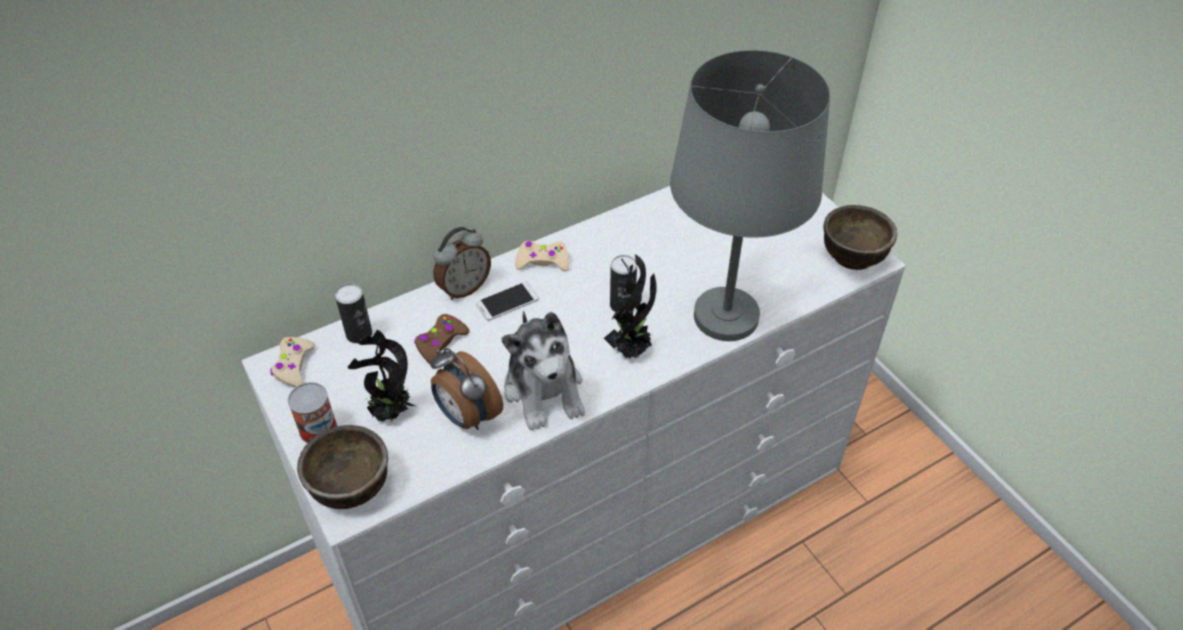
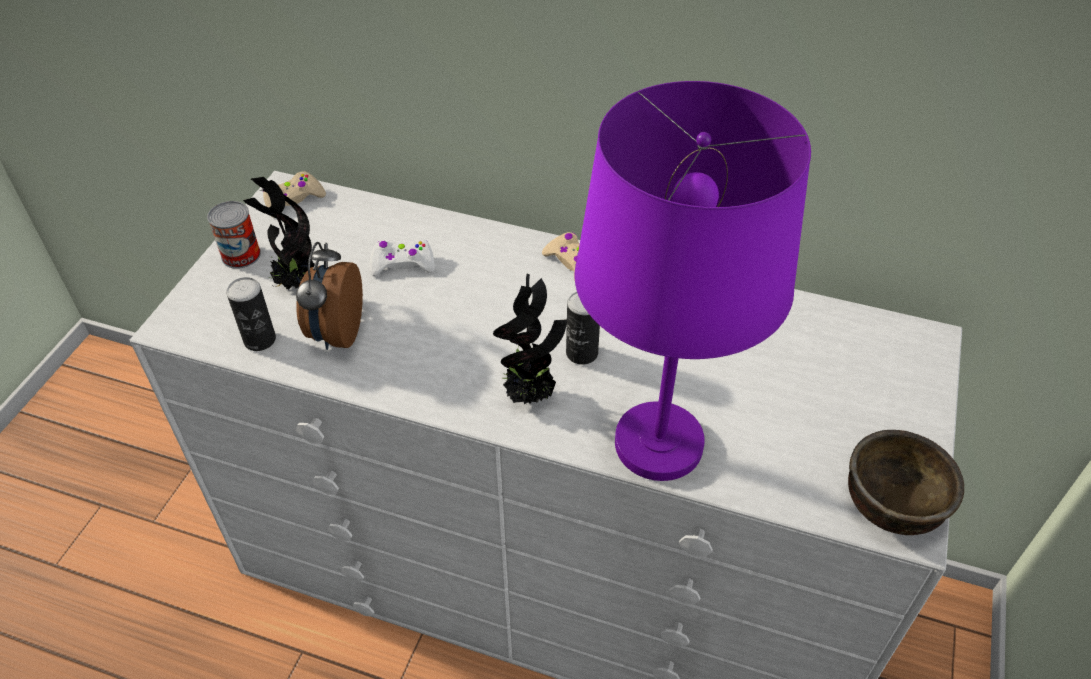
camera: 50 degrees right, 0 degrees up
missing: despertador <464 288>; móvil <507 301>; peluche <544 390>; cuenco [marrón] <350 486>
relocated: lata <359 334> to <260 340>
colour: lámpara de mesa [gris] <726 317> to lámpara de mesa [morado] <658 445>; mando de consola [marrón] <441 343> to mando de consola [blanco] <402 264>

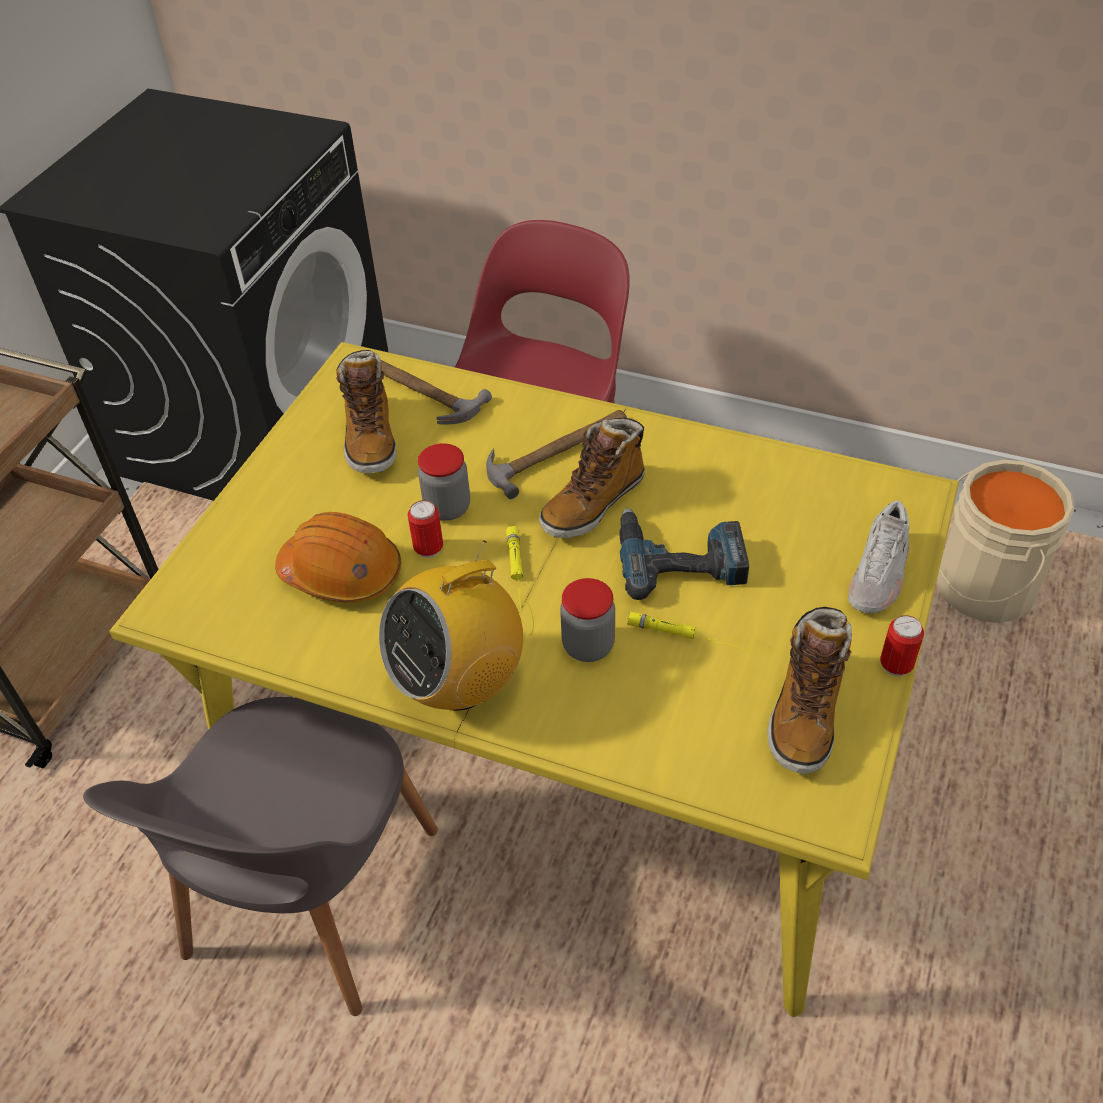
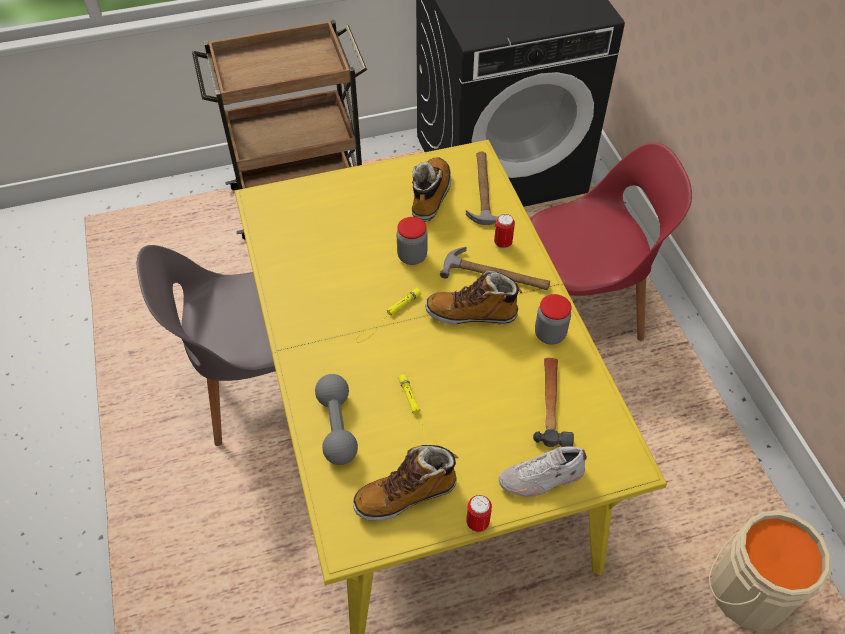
camera: 50 degrees right, 5 degrees up
missing: taladro <679 558>; casco [naranja] <342 573>; radio <459 682>
appeared: martillo <552 404>; mancuerna [gris] <337 427>
relocated: lata <428 549> to <503 243>; tarro <588 646> to <550 334>
spun: bota <370 438> = <430 196> 150 degrees clockwise

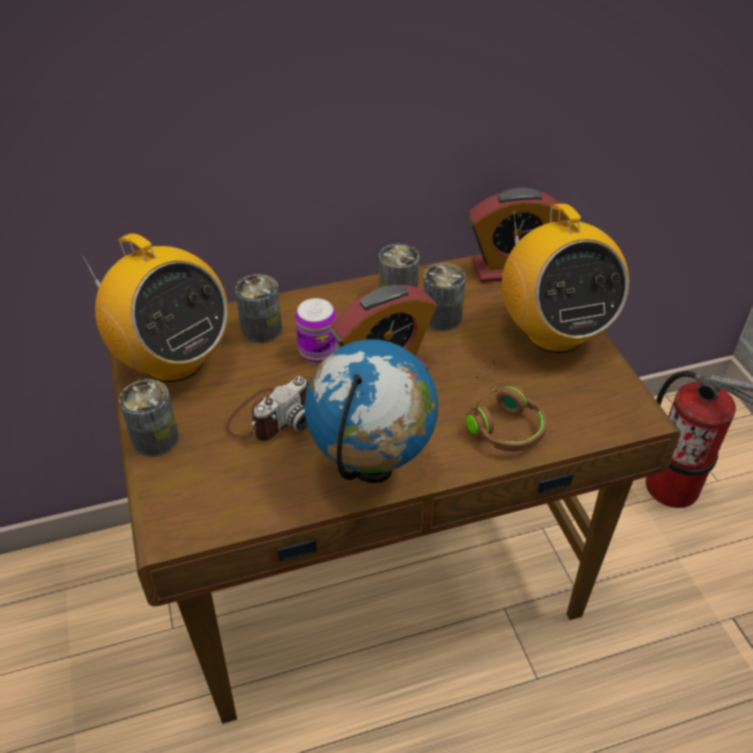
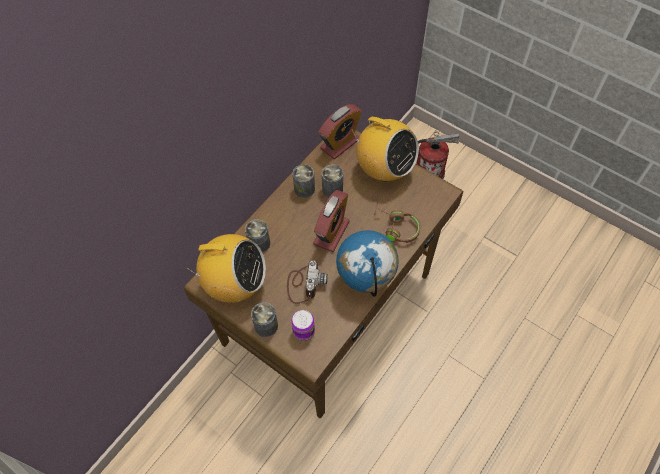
camera: 35 degrees left, 15 degrees up
relocated: lata <318 352> to <303 331>

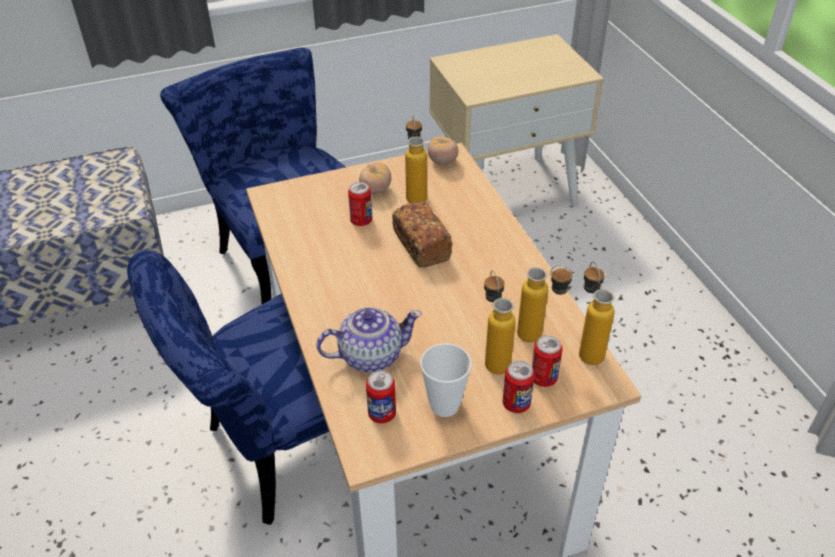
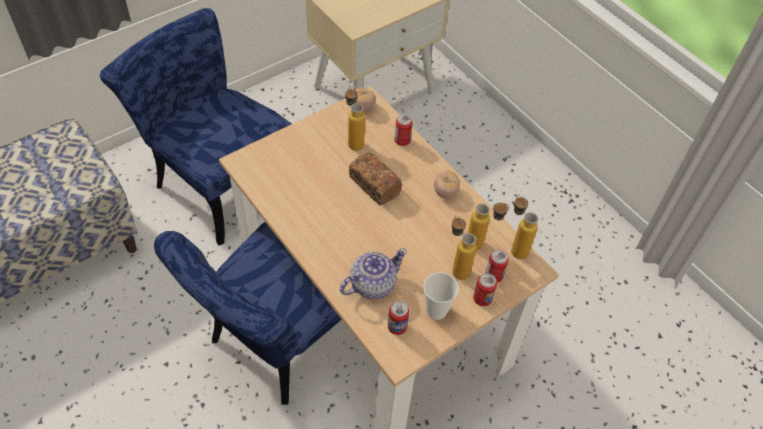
camera: 20 degrees left, 10 degrees up
relocated: tomate <375 190> to <445 192>; lata <361 221> to <402 141>

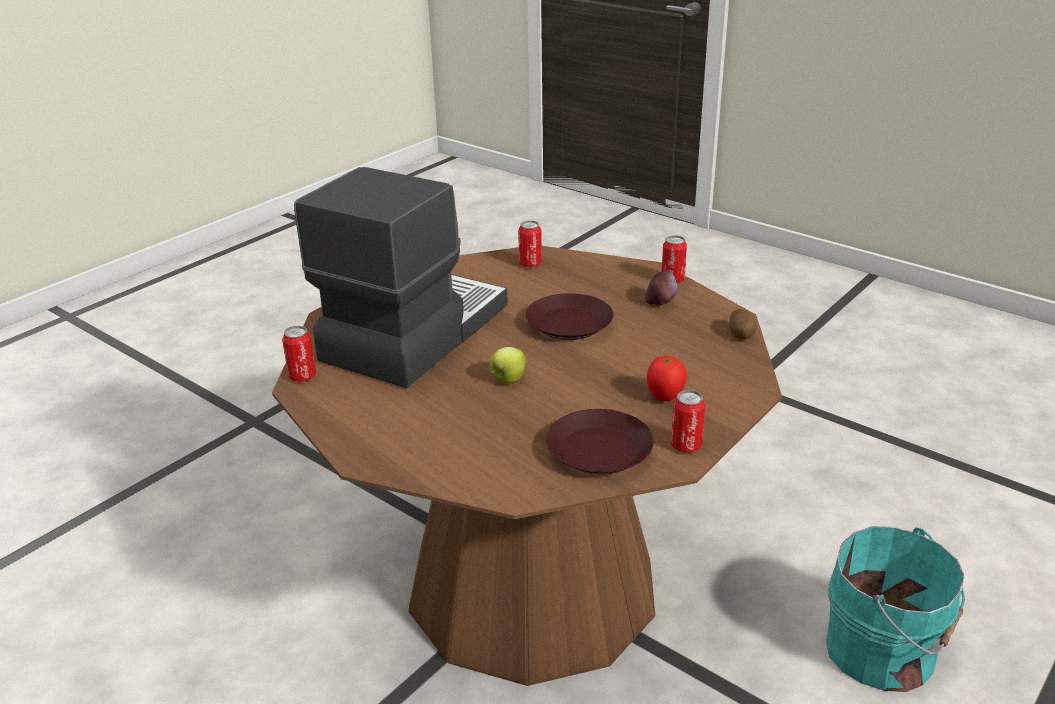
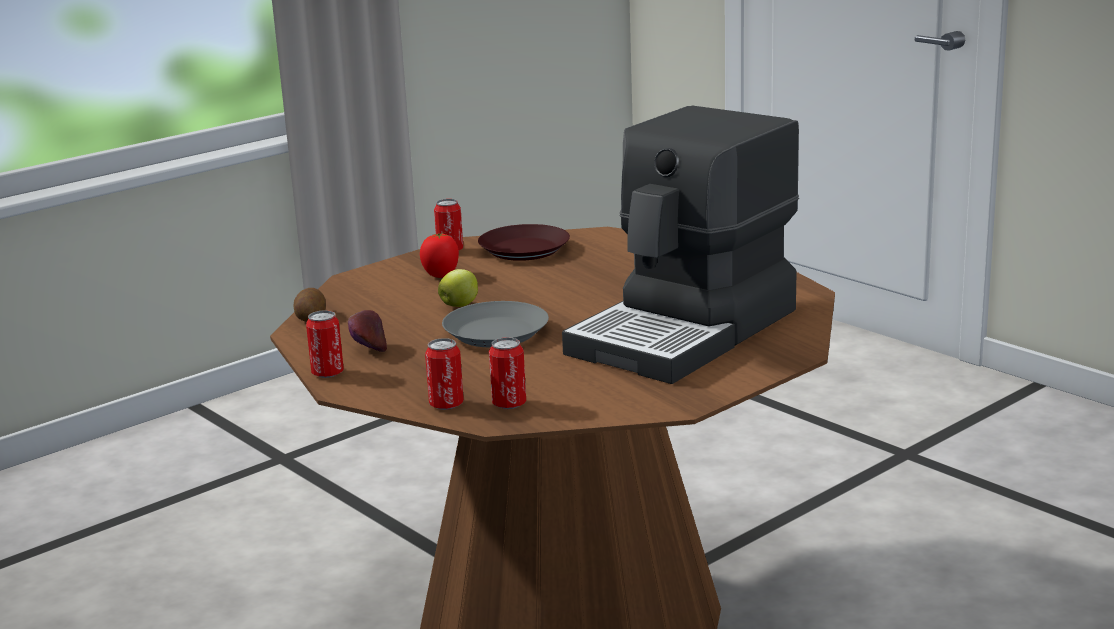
camera: 170 degrees left, 10 degrees down
missing: cubo [turquesa] <885 652>
relocated: lata <302 377> to <446 405>; manzana <508 380> to <460 305>
colour: plato [marrón] <568 323> to plato [gris] <496 333>

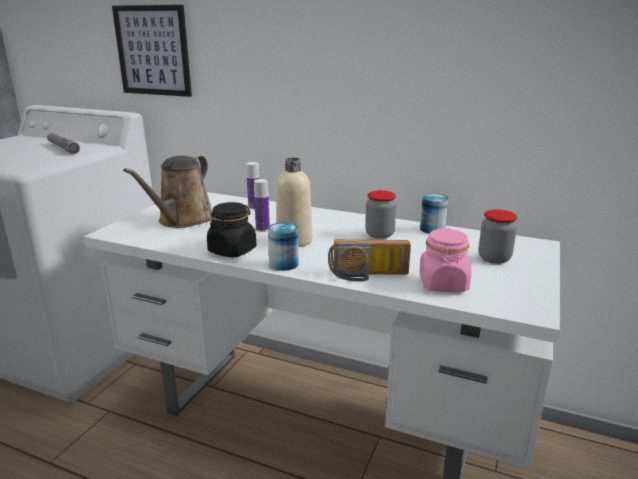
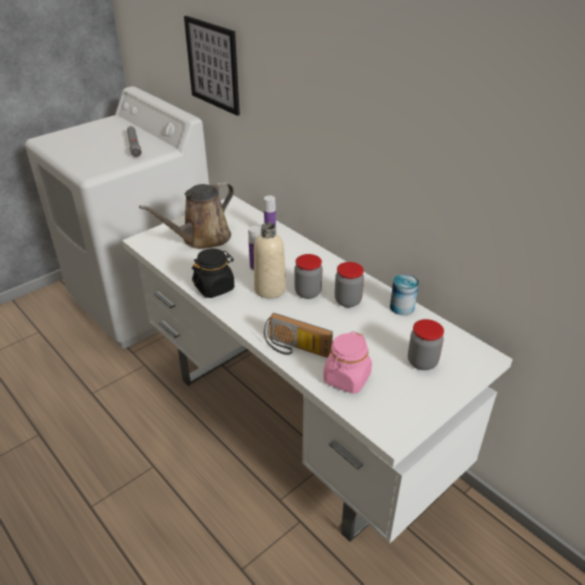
camera: 25 degrees right, 15 degrees up
missing: lata <284 264>
appeared: tarro <308 292>

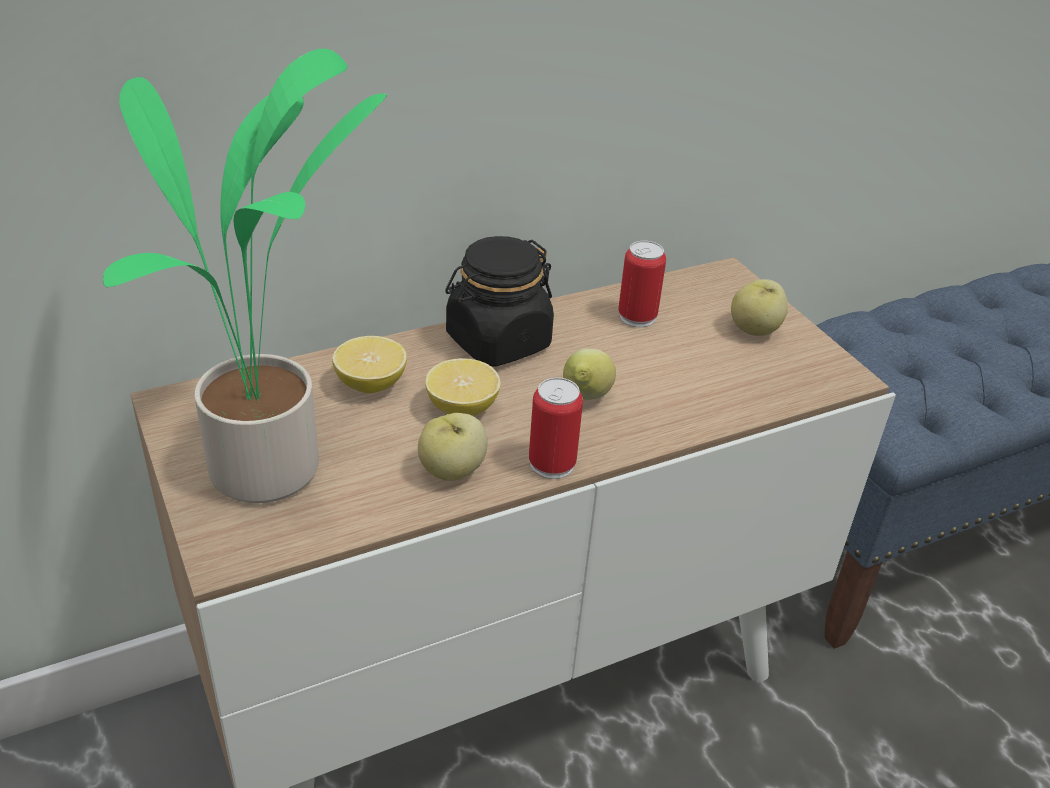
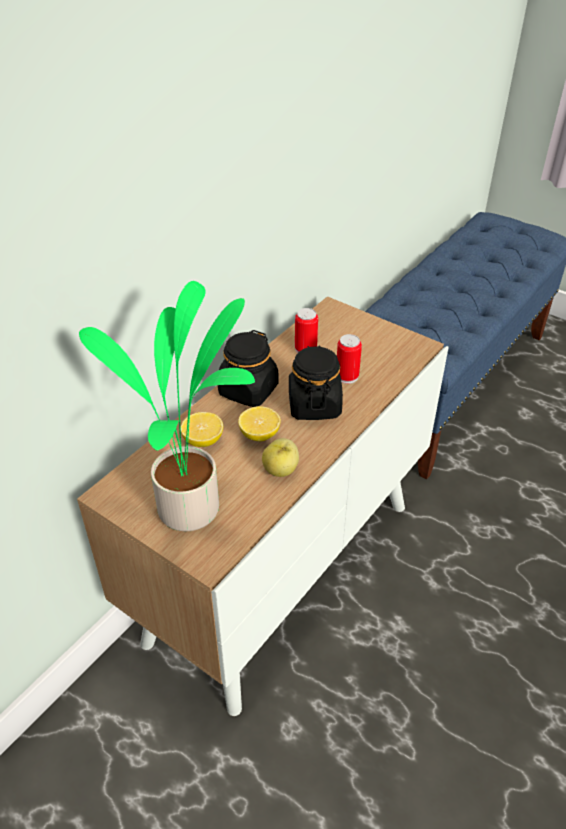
camera: 25 degrees left, 5 degrees up
missing: manzana <755 330>
relocated: lata <552 464> to <347 376>
exchanged: limón <585 398> to tarro [negro] <314 405>

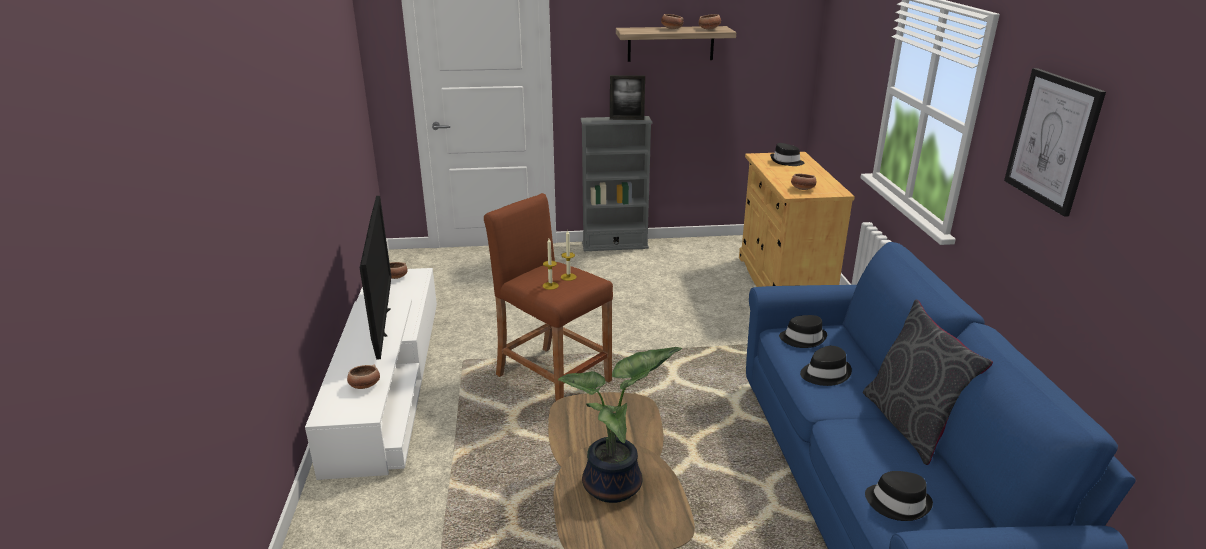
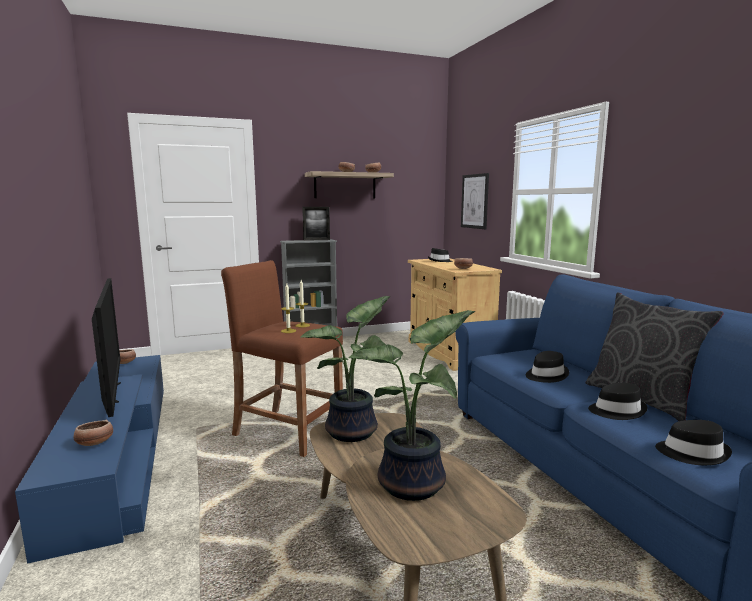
camera: 15 degrees left, 15 degrees down
appeared: planta en maceta <355 431>
relocated: cuadro <1052 140> to <475 201>; sombrero [negro] <803 338> to <616 411>
colour: mueble de televisión [blanco] <387 378> to mueble de televisión [azul] <116 452>

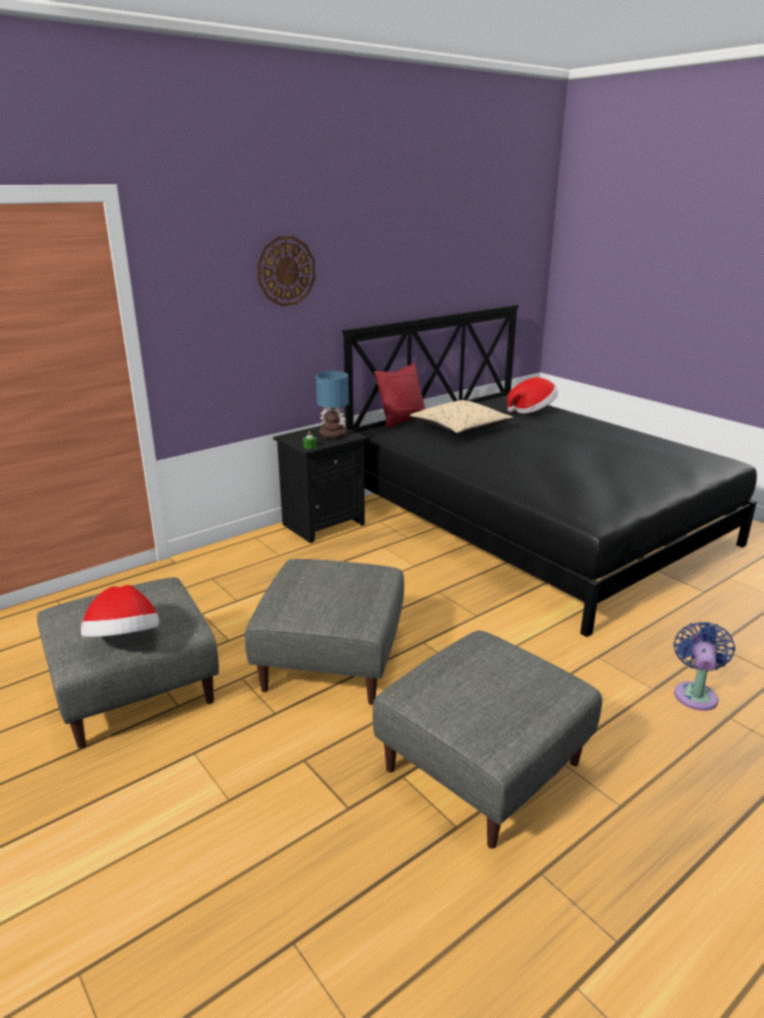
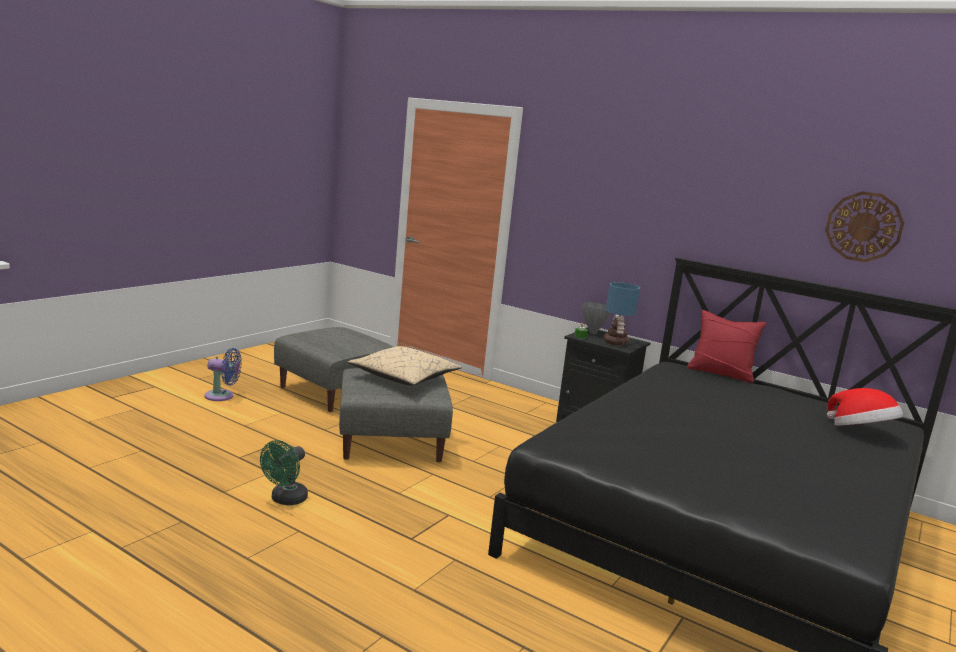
camera: 70 degrees right, 10 degrees down
missing: sombrero <124 641>
appeared: florero [gris] <593 333>
relocated: reloj de pared <286 271> to <863 226>; cojín [beis] <460 428> to <404 378>; ventilador [azul] <695 693> to <222 396>
exchanged: puf [gris] <482 765> to ventilador [verde] <285 500>

